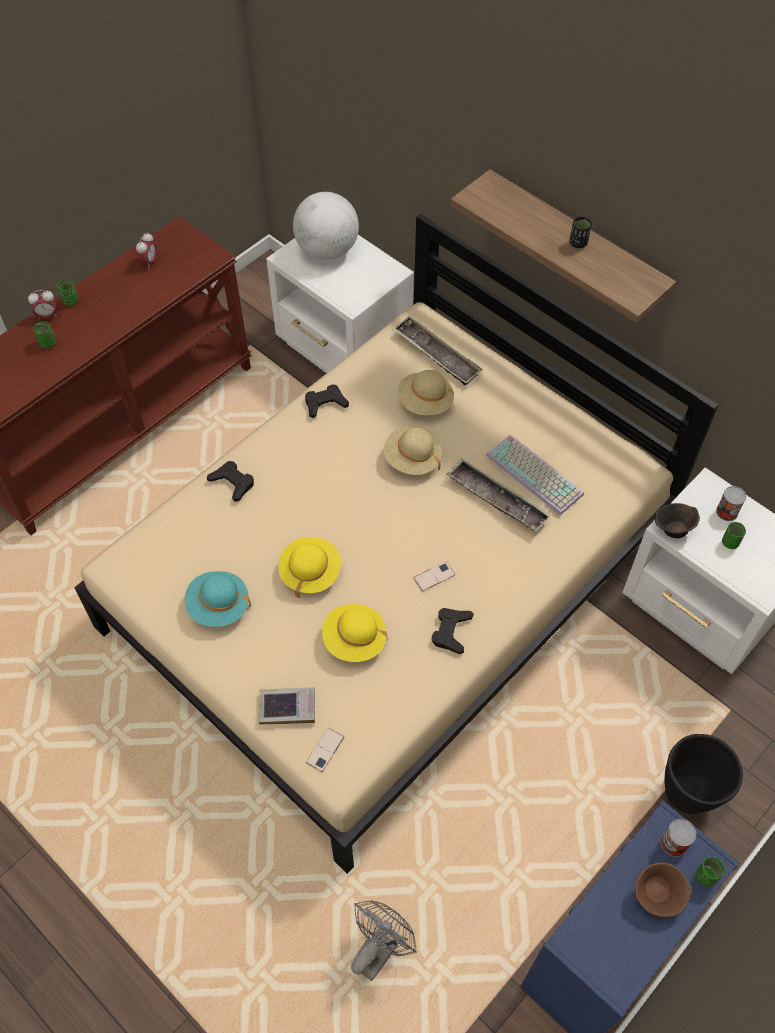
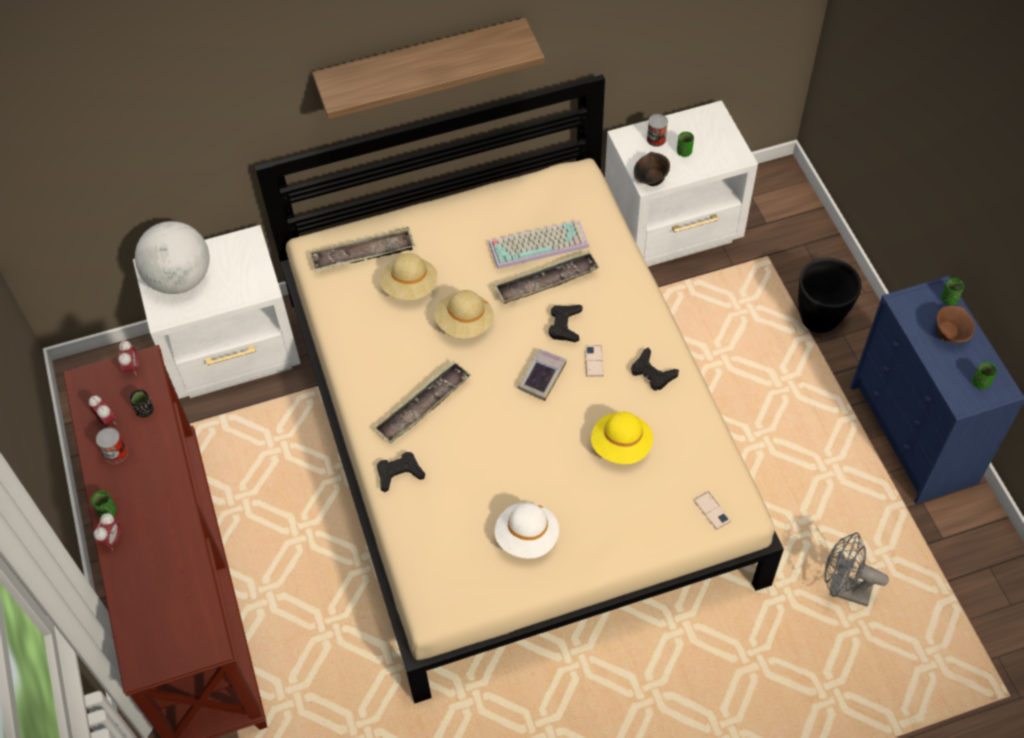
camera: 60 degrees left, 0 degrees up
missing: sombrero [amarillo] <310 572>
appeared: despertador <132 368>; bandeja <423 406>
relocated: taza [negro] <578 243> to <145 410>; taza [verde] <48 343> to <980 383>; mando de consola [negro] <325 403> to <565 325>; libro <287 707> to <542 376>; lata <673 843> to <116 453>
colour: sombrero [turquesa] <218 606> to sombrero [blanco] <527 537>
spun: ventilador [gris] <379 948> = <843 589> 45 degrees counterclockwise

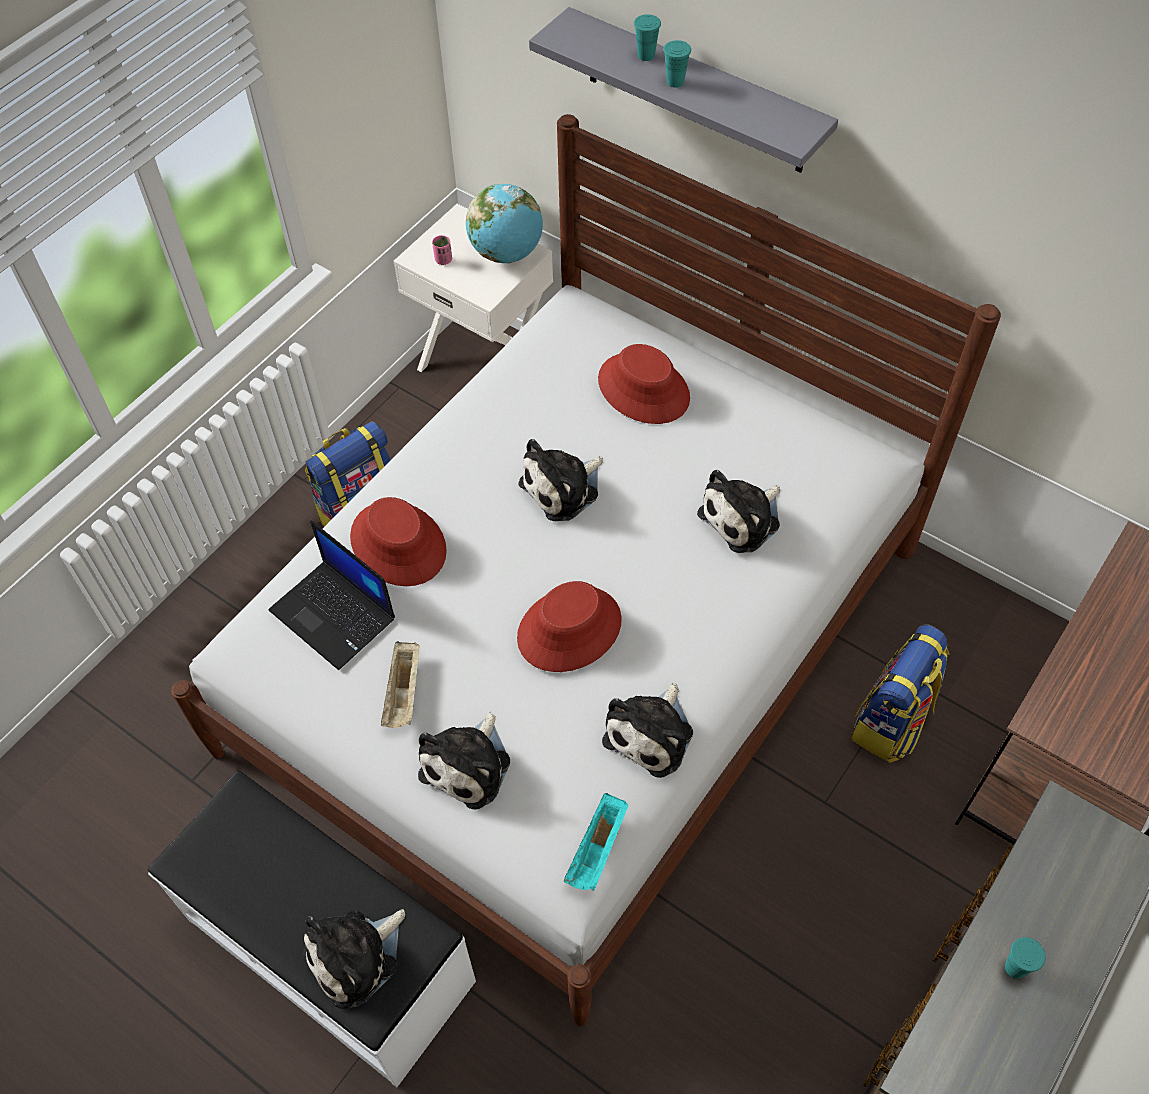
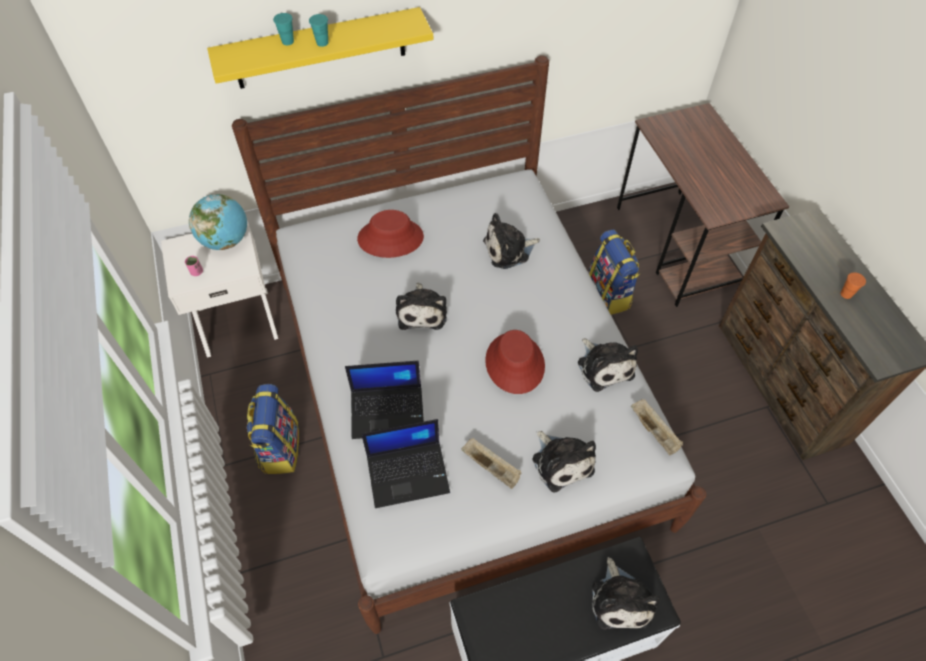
camera: 55 degrees left, 0 degrees up
exchanged: sombrero [rojo] <399 544> to portátil <388 411>
colour: estante [gris] <695 92> to estante [amarillo] <320 49>; bandeja [turquesa] <597 850> to bandeja [beis] <654 432>; taza [turquesa] <1015 967> to taza [naranja] <846 294>
spun: peluche <743 518> = <509 250> 75 degrees clockwise

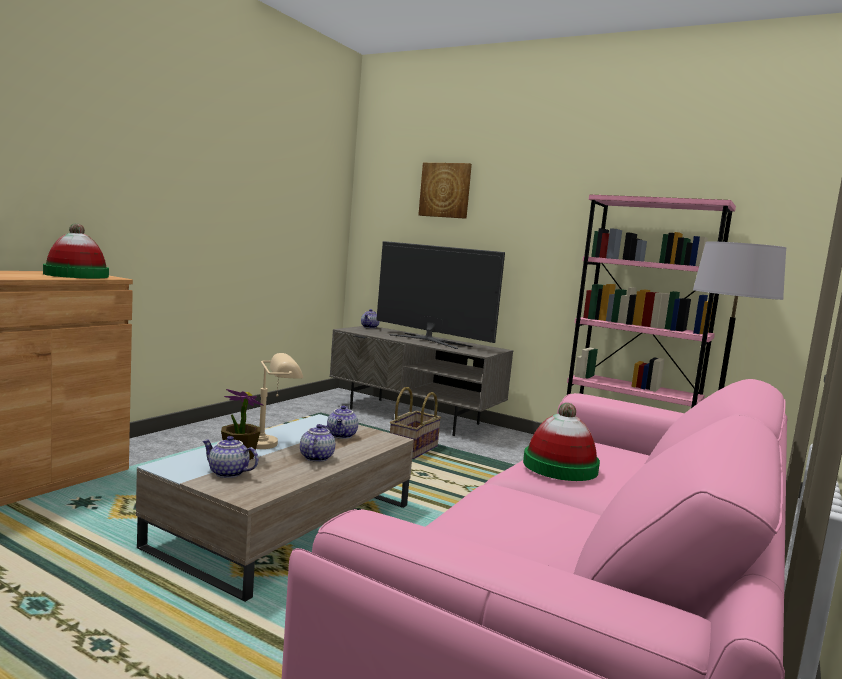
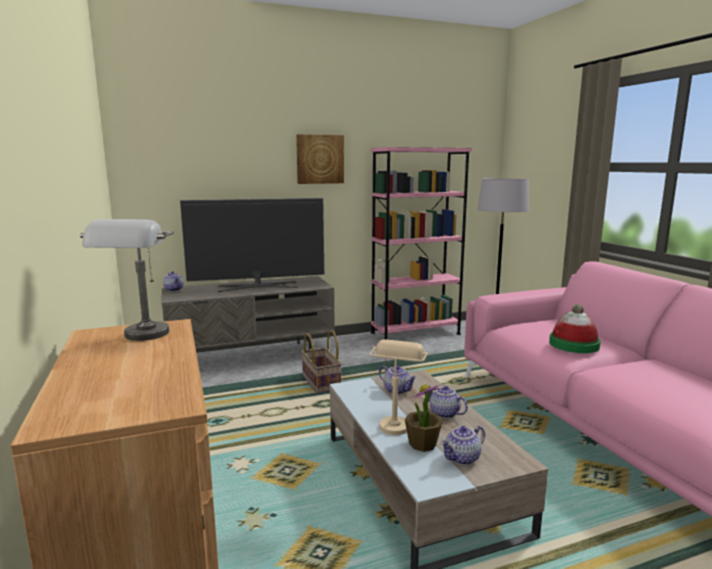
camera: 50 degrees left, 5 degrees up
relocated: cuadro <445 190> to <320 159>
exchanged: sombrero <76 275> to lámpara de mesa [gris] <141 338>

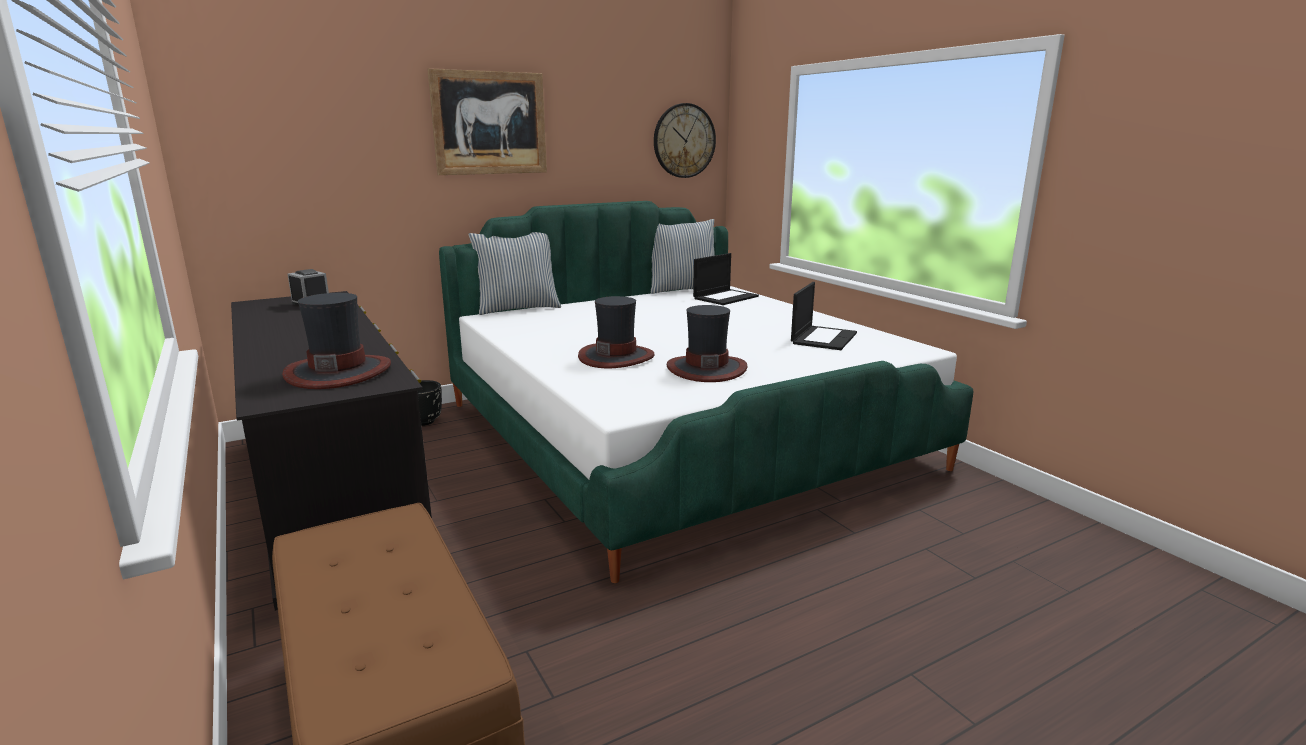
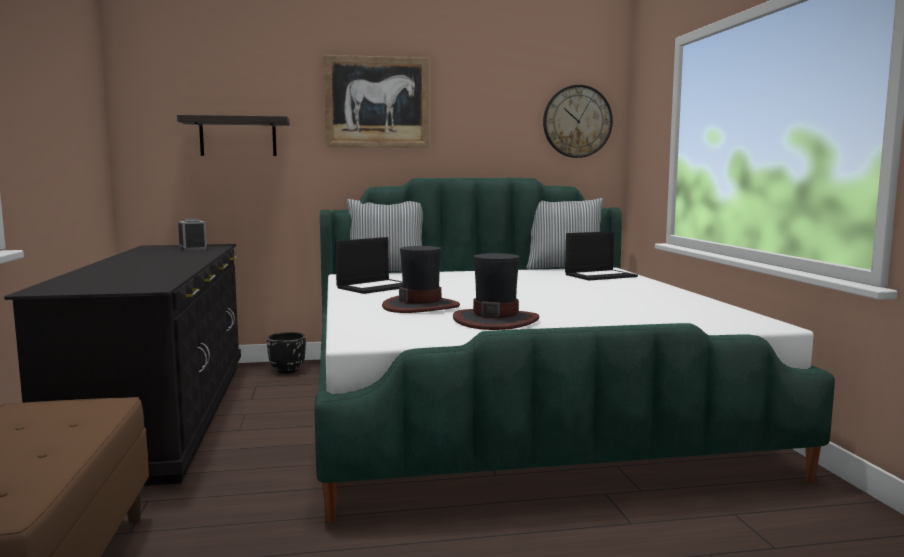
camera: 20 degrees right, 10 degrees down
missing: sombrero <338 372>
appeared: estante <238 137>
relocated: portátil <823 338> to <376 287>

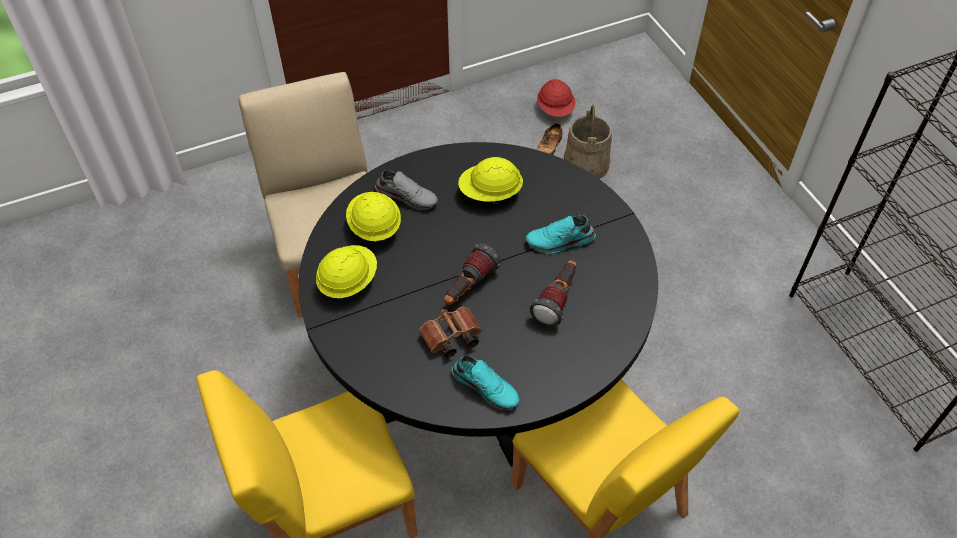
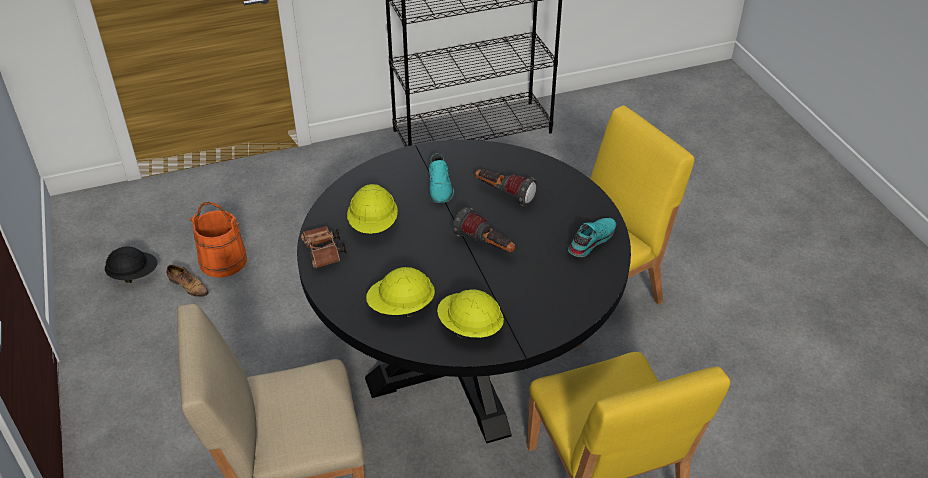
camera: 85 degrees left, 10 degrees down
missing: zapato [gris] <407 196>
relocated: prismáticos [marrón] <450 339> to <324 254>
colour: casco [rojo] <555 109> to casco [negro] <134 275>; cubo [beis] <586 164> to cubo [naranja] <223 260>

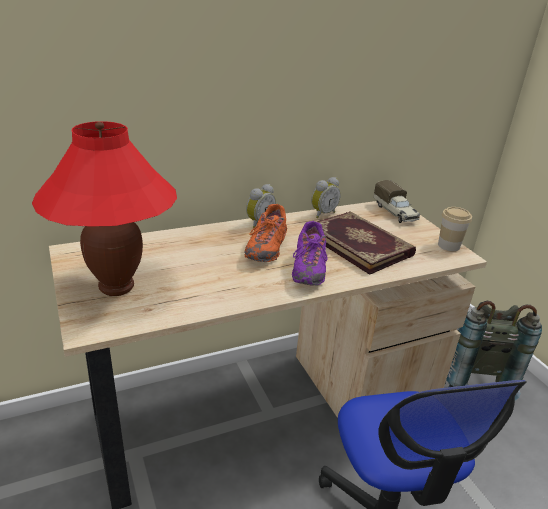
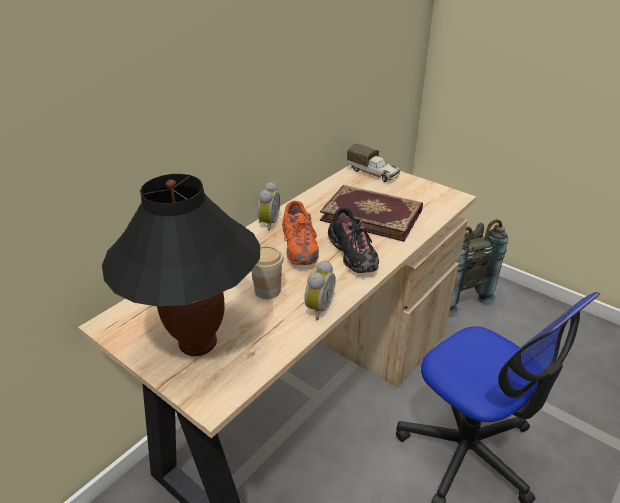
camera: 25 degrees left, 5 degrees up
relocated: despertador <322 213> to <317 308>; taza <448 246> to <267 290>
colour: lámpara de mesa [rojo] <117 287> to lámpara de mesa [negro] <198 343>; zapato [morado] <308 269> to zapato [negro] <352 255>

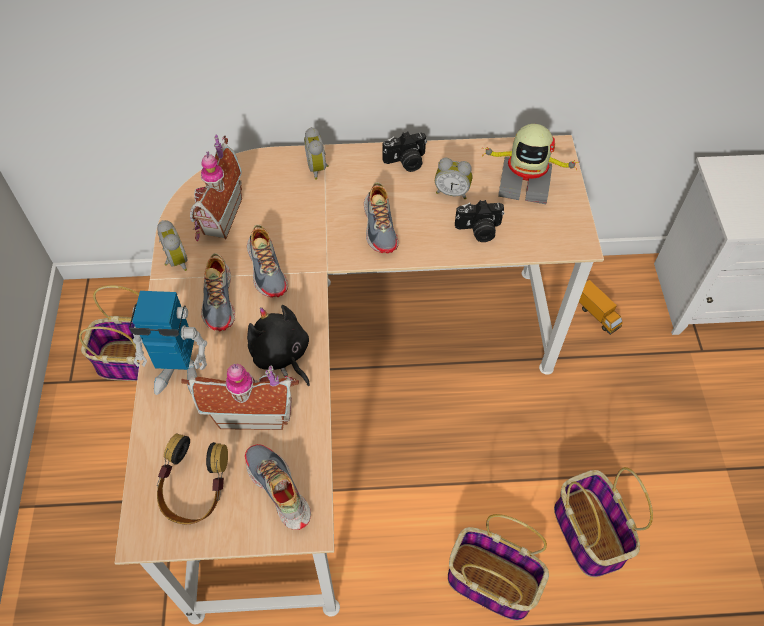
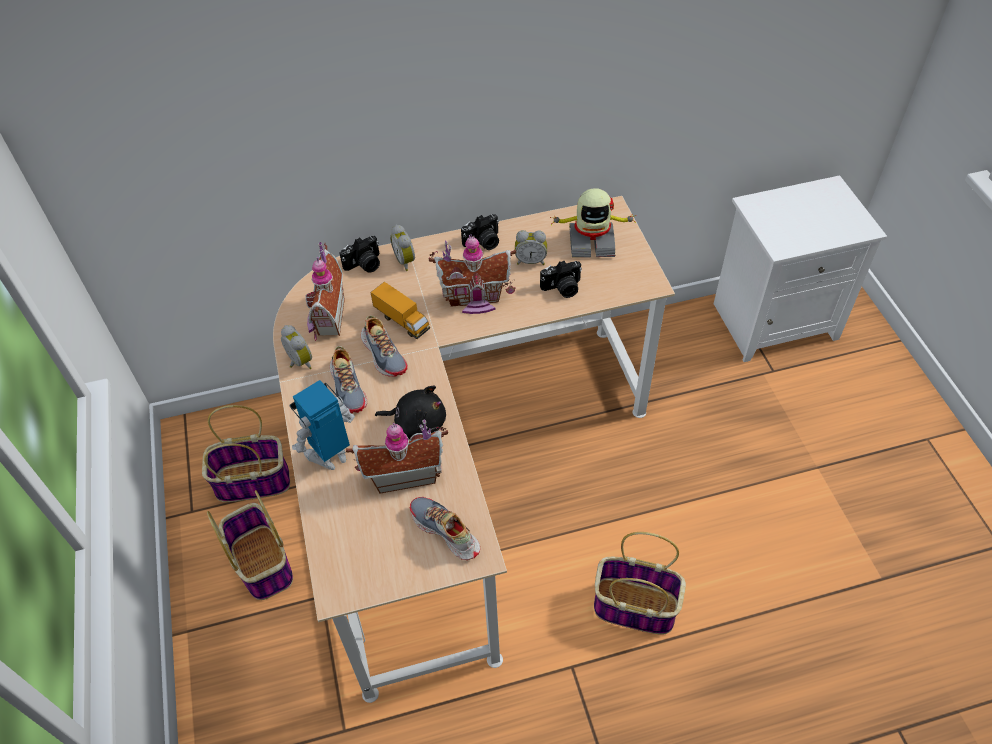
camera: 10 degrees left, 5 degrees down
missing: auriculares <196 492>
appeared: cámara <364 265>
relocated: camión de juguete <596 314> to <402 321>; cesta <587 532> to <261 562>
exchanged: zapato <380 226> to casita <475 300>
spun: robot de juguete <180 374> = <330 455> 150 degrees clockwise; peluche [negro] <281 355> = <417 423> 150 degrees clockwise

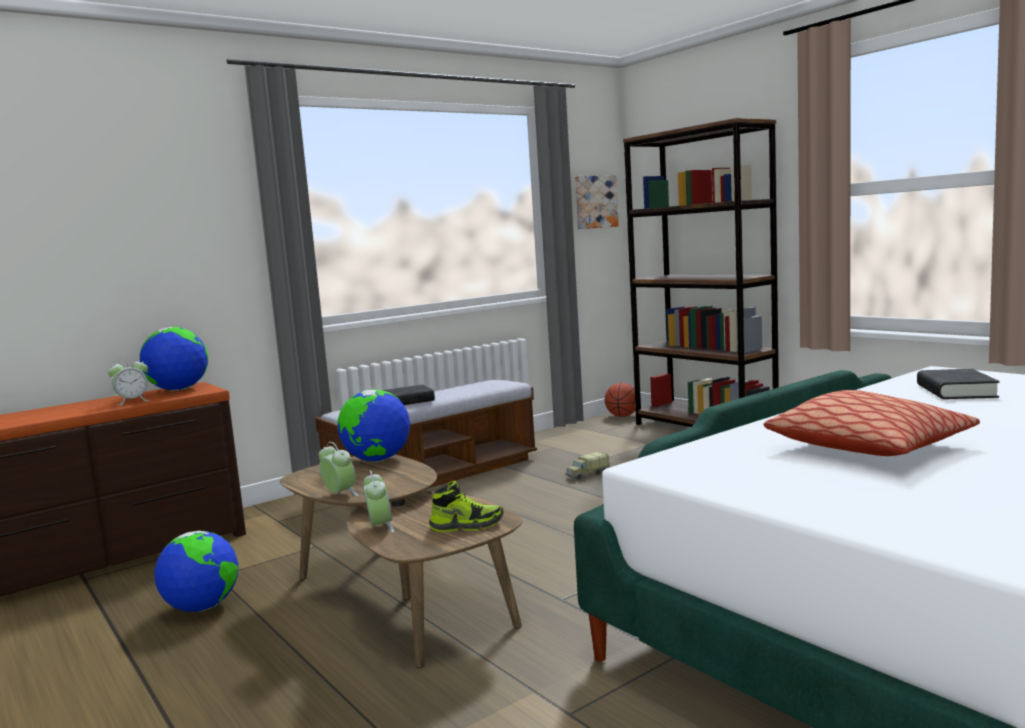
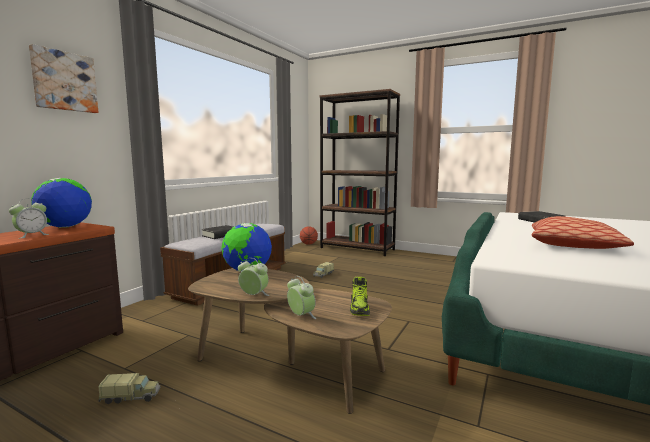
camera: 25 degrees left, 0 degrees up
relocated: cuadro <595 202> to <64 81>
exchanged: globo terráqueo <202 607> to camión de juguete <131 397>
spun: zapato <467 525> = <360 309> 120 degrees clockwise

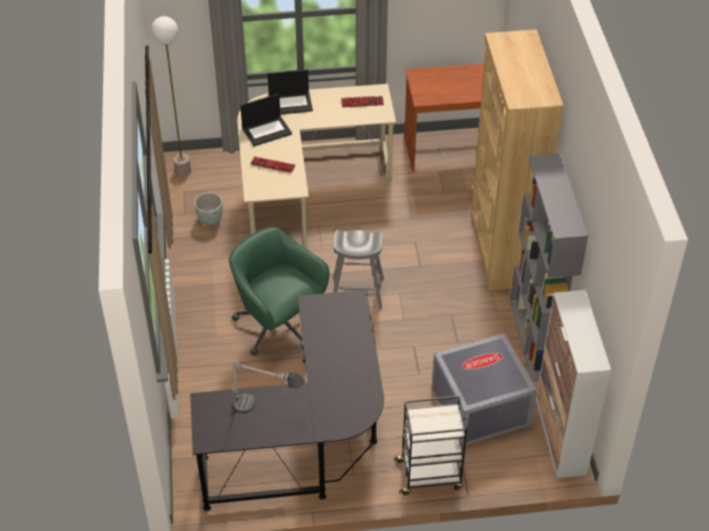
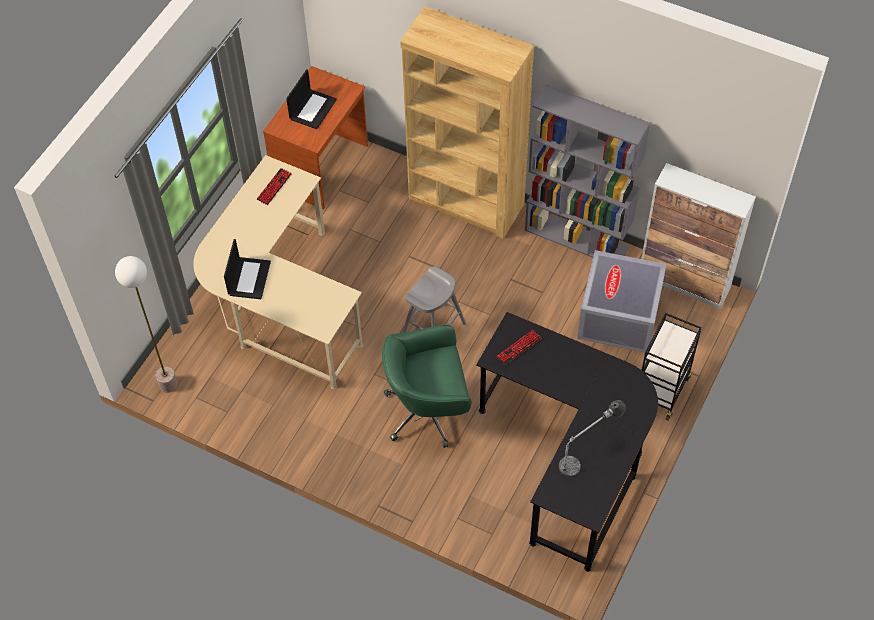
camera: 55 degrees left, 10 degrees up
missing: maceta [gris] <210 219>
relocated: portátil <291 103> to <312 108>; teclado <272 165> to <519 348>

